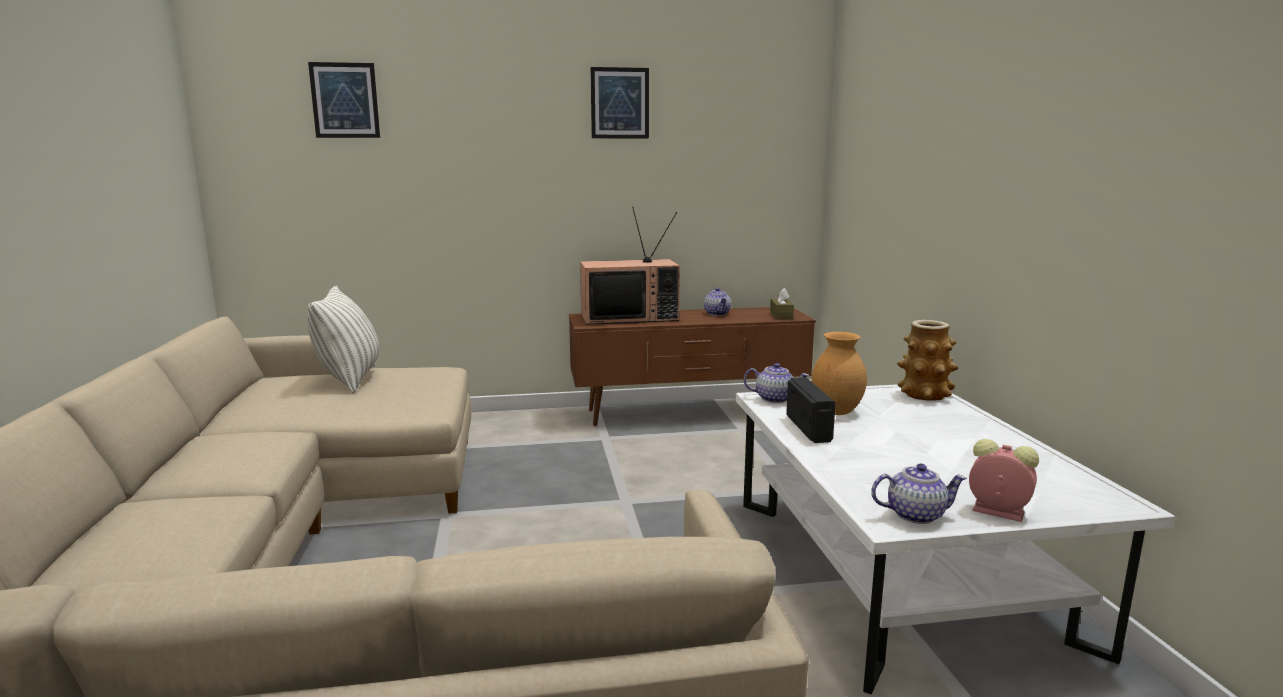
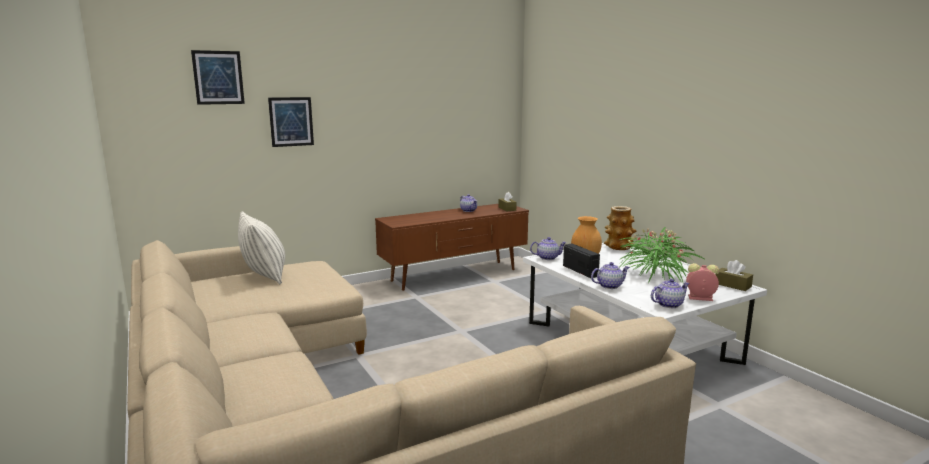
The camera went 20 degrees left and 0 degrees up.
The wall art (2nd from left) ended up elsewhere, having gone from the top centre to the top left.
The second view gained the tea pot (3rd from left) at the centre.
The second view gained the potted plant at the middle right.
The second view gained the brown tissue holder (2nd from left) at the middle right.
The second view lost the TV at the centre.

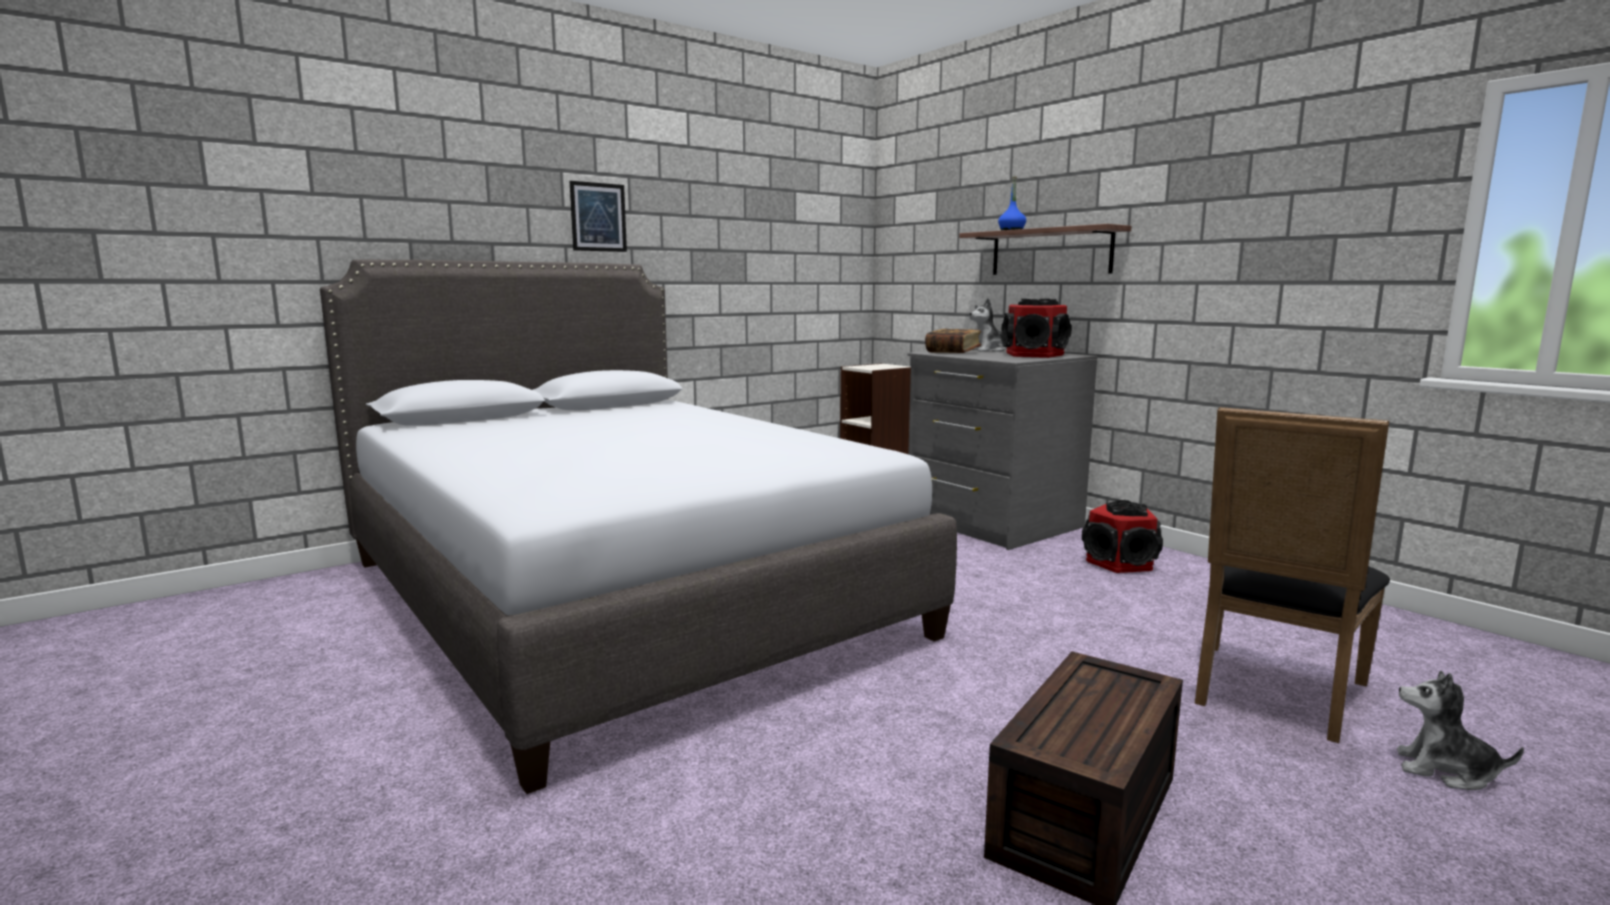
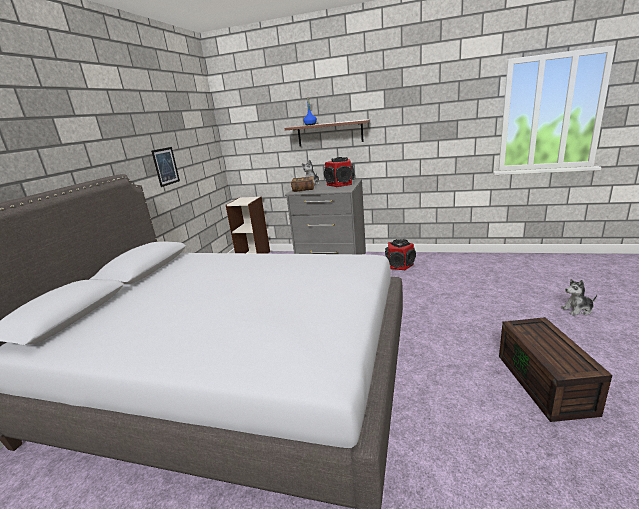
The camera went 35 degrees left and 10 degrees up.
The wall art ended up elsewhere, having gone from the top centre to the top left.
The second view lost the black upright chair at the middle right.

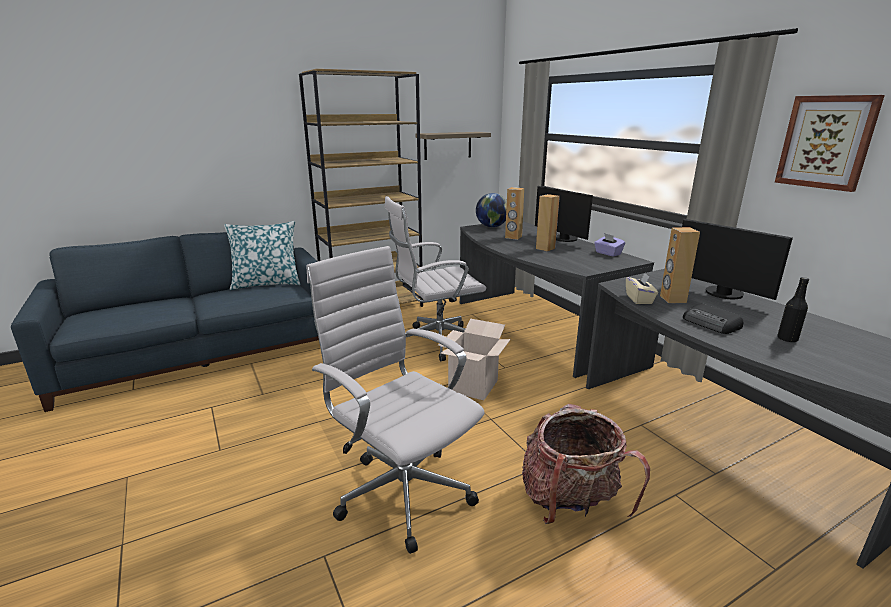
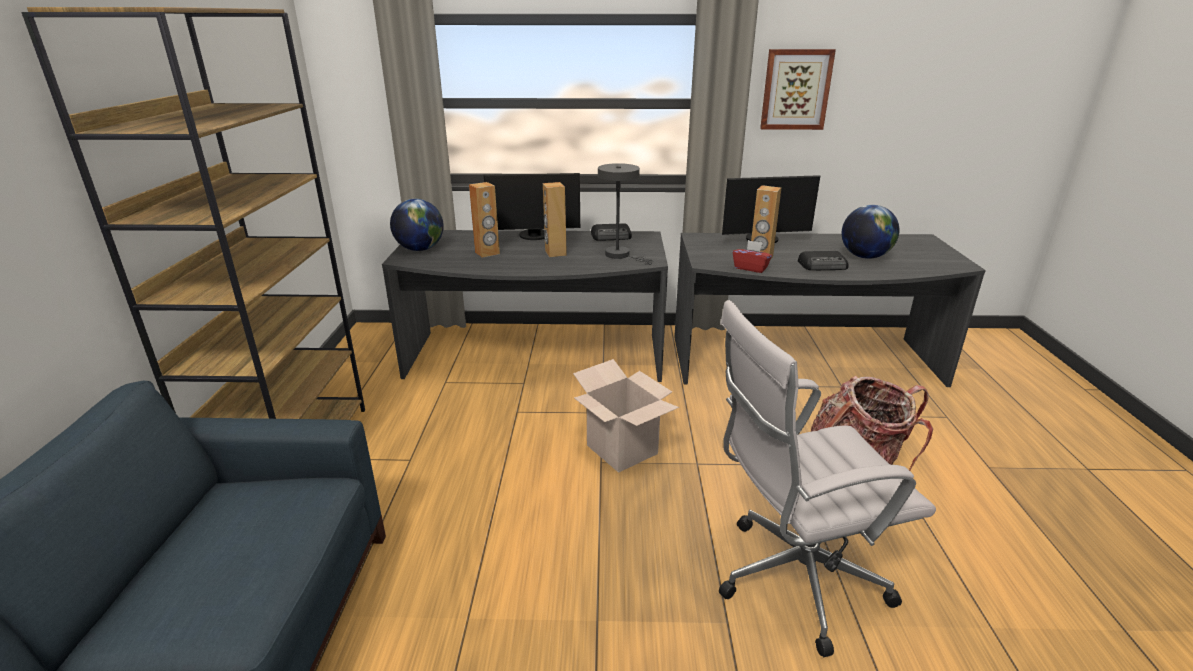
The camera went 60 degrees left and 5 degrees up.
Where the purple tissue holder stood at the middle right, the radio receiver (1st from left) came to stand at the centre.
The second view gained the gray lamp for a table at the top centre.
What was the sand-coloured tissue holder at the middle right turned into the red tissue holder at the centre.
Where the black drink bottle stood at the middle right, the globe (2nd from left) came to stand at the middle right.
The second view lost the pillow at the middle left.
The second view lost the white desk chair (2nd from left) at the centre.
The second view lost the shelf at the top centre.

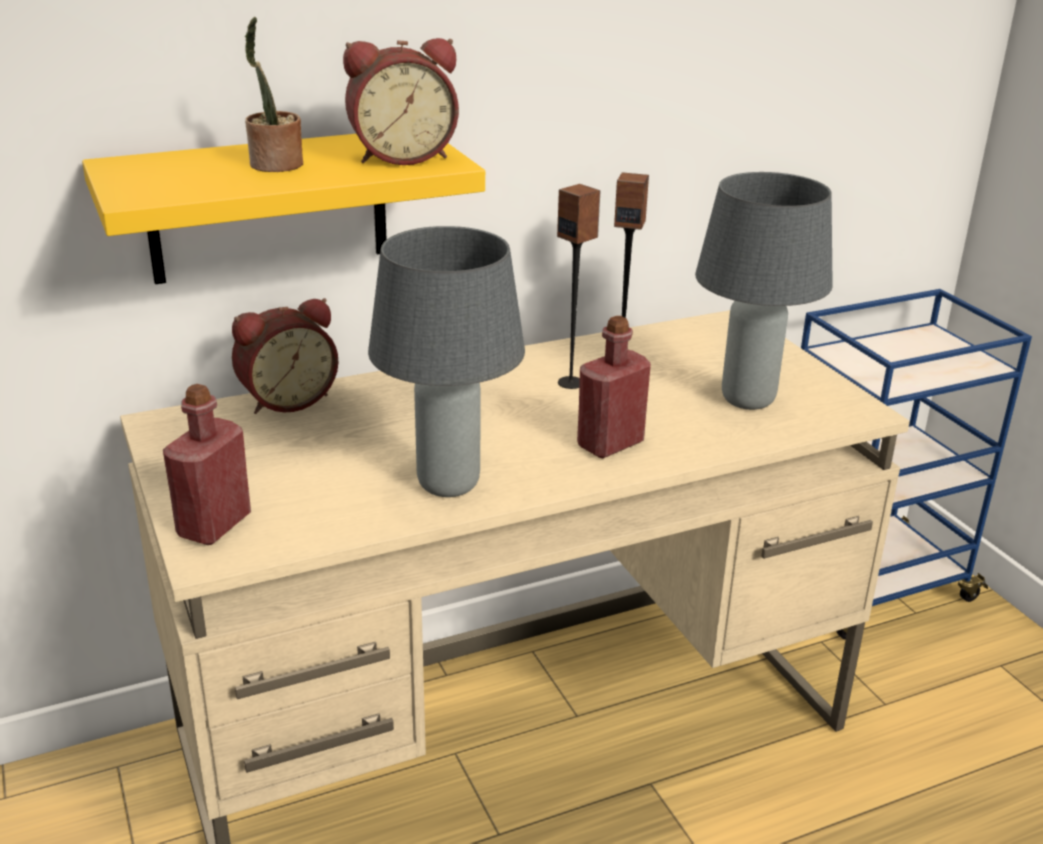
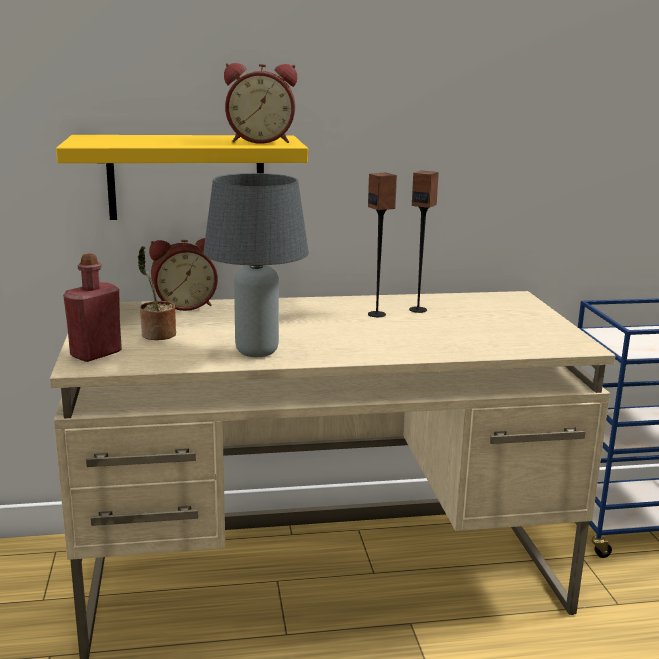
The camera went 15 degrees right and 10 degrees down.
The potted plant ended up elsewhere, having gone from the top left to the middle left.
The second view lost the red drink bottle (2nd from left) at the centre.
The second view lost the gray lamp for a table (2nd from left) at the middle right.

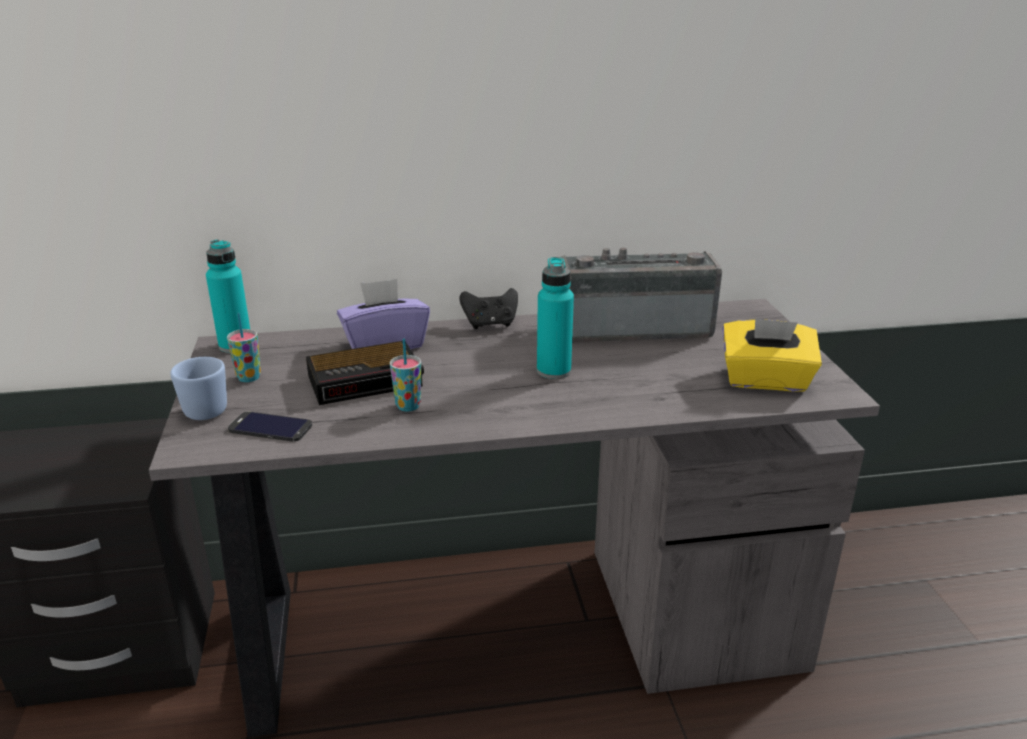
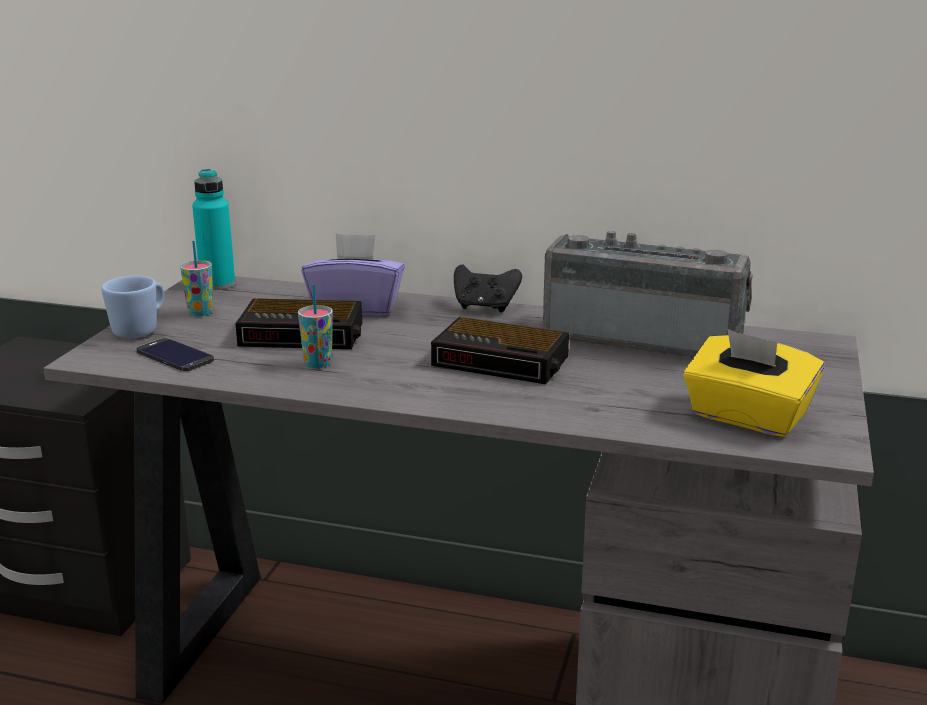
The camera went 25 degrees right and 5 degrees down.
Where the blue-green drink bottle (2nd from left) stood at the centre, the table clock (2nd from left) came to stand at the centre.

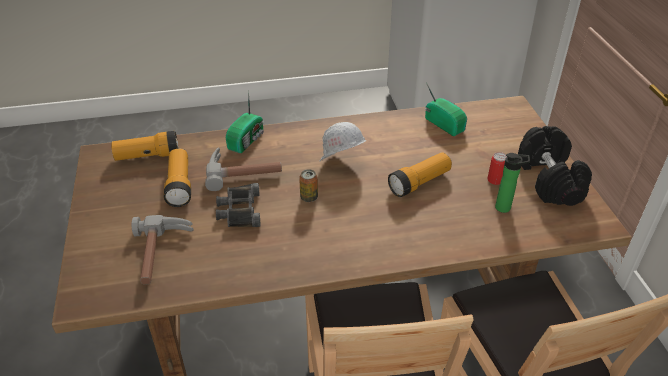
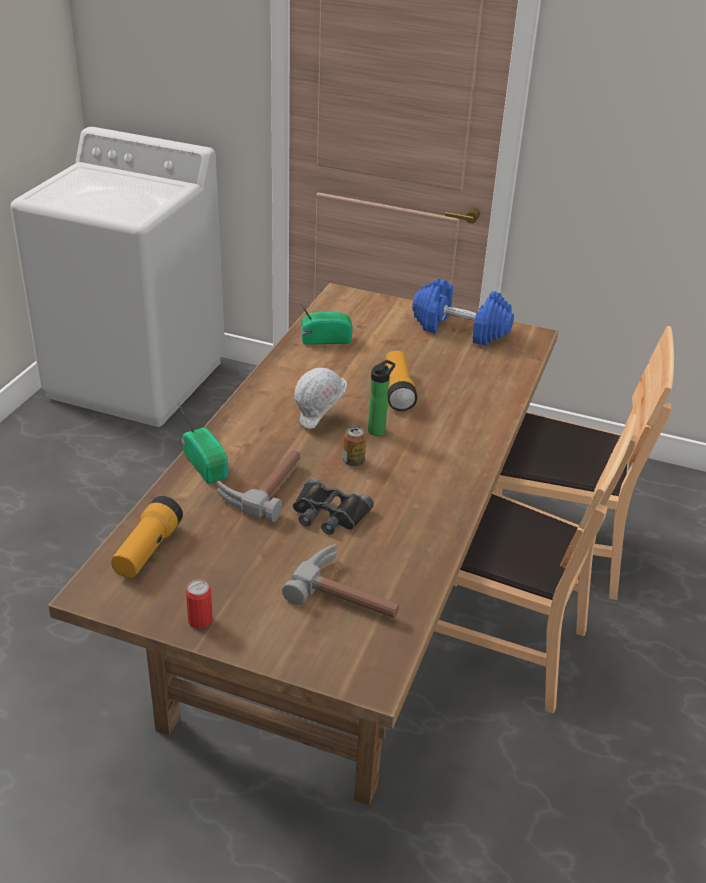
The camera went 60 degrees left and 5 degrees down.
The sealed can (2nd from left in the first image) ended up elsewhere, having gone from the middle right to the bottom left.
The drink bottle ended up elsewhere, having gone from the middle right to the centre.
What was the black dumbbell at the middle right turned into the bluish dumbbell at the centre.
The second view lost the flashlight (2nd from left) at the middle left.

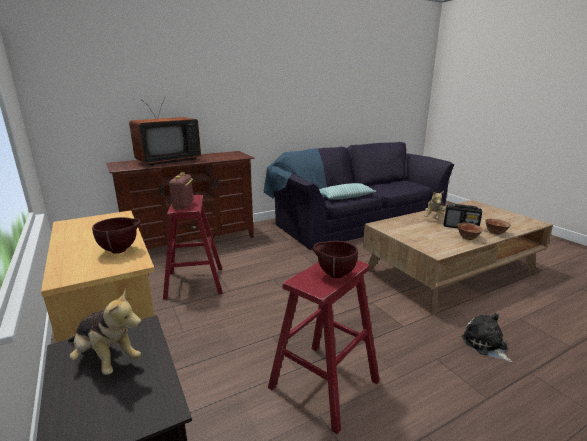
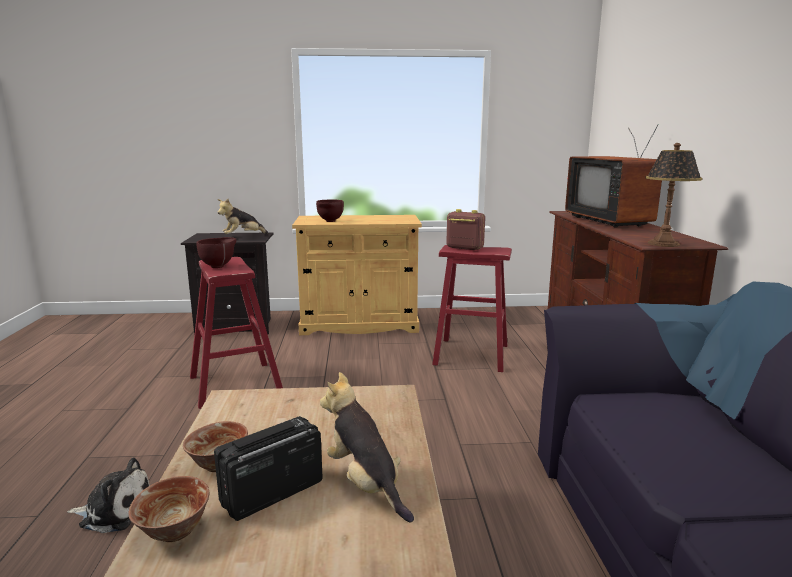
The camera went 115 degrees right and 5 degrees down.
The second view gained the lamp for a table at the middle right.
The second view lost the pillow at the centre.

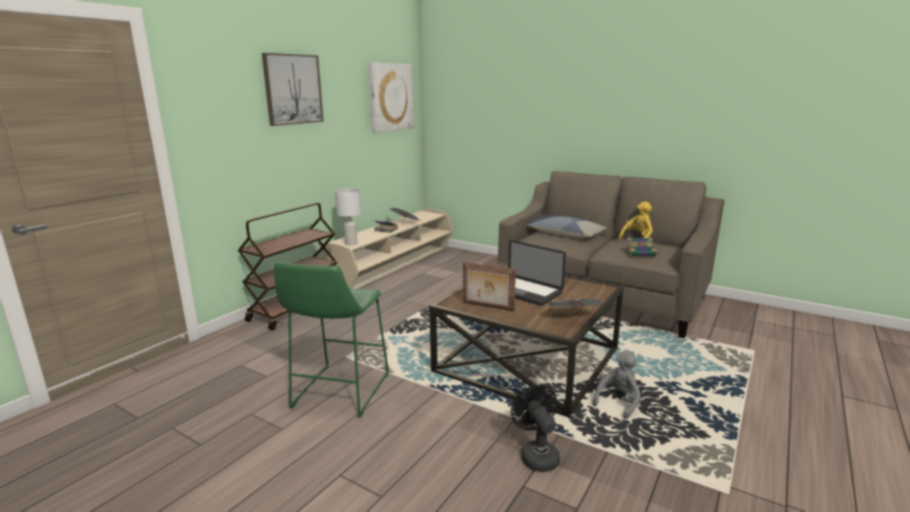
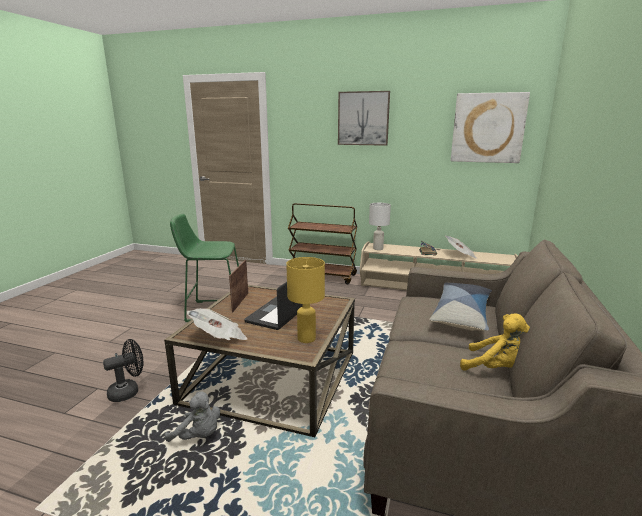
The camera went 75 degrees right and 0 degrees up.
The second view gained the yellow-coloured lamp for a table at the centre.
The second view lost the bound book (2nd from left) at the middle right.

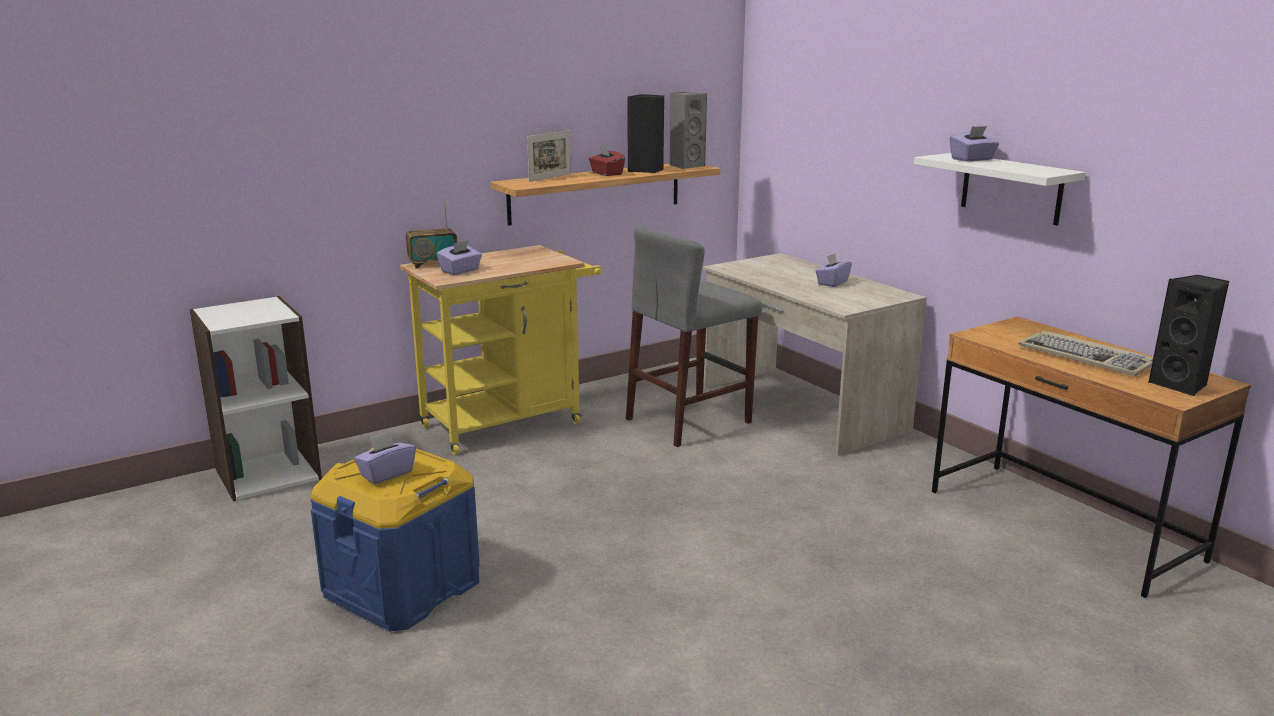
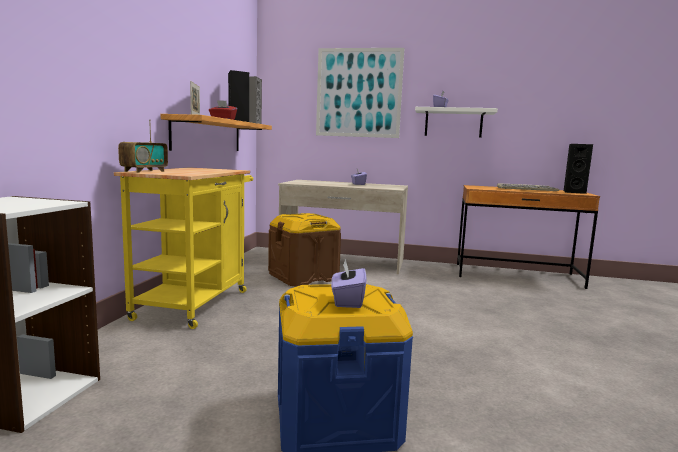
The camera went 45 degrees left and 10 degrees down.
Where the gray sitting stool stood at the centre, the brown storage container came to stand at the centre.
The second view gained the wall art at the top centre.
The second view lost the purple tissue holder (2nd from left) at the centre.

